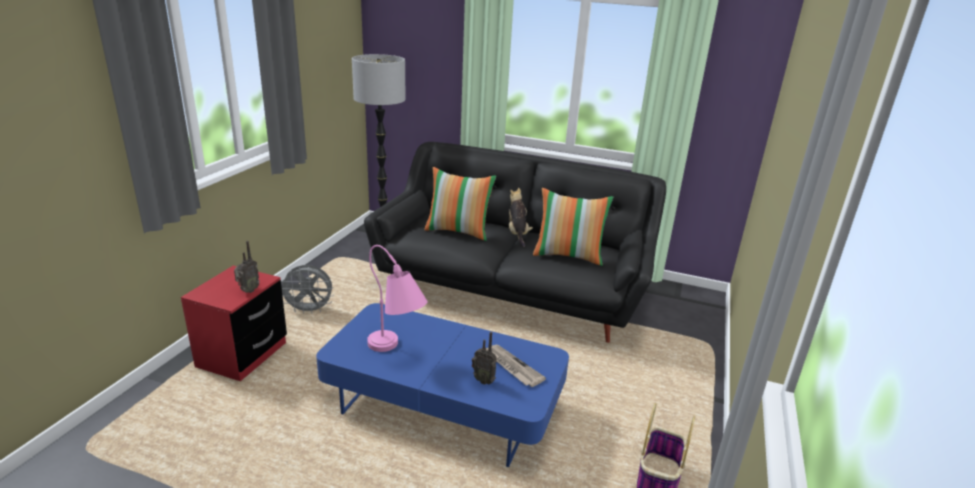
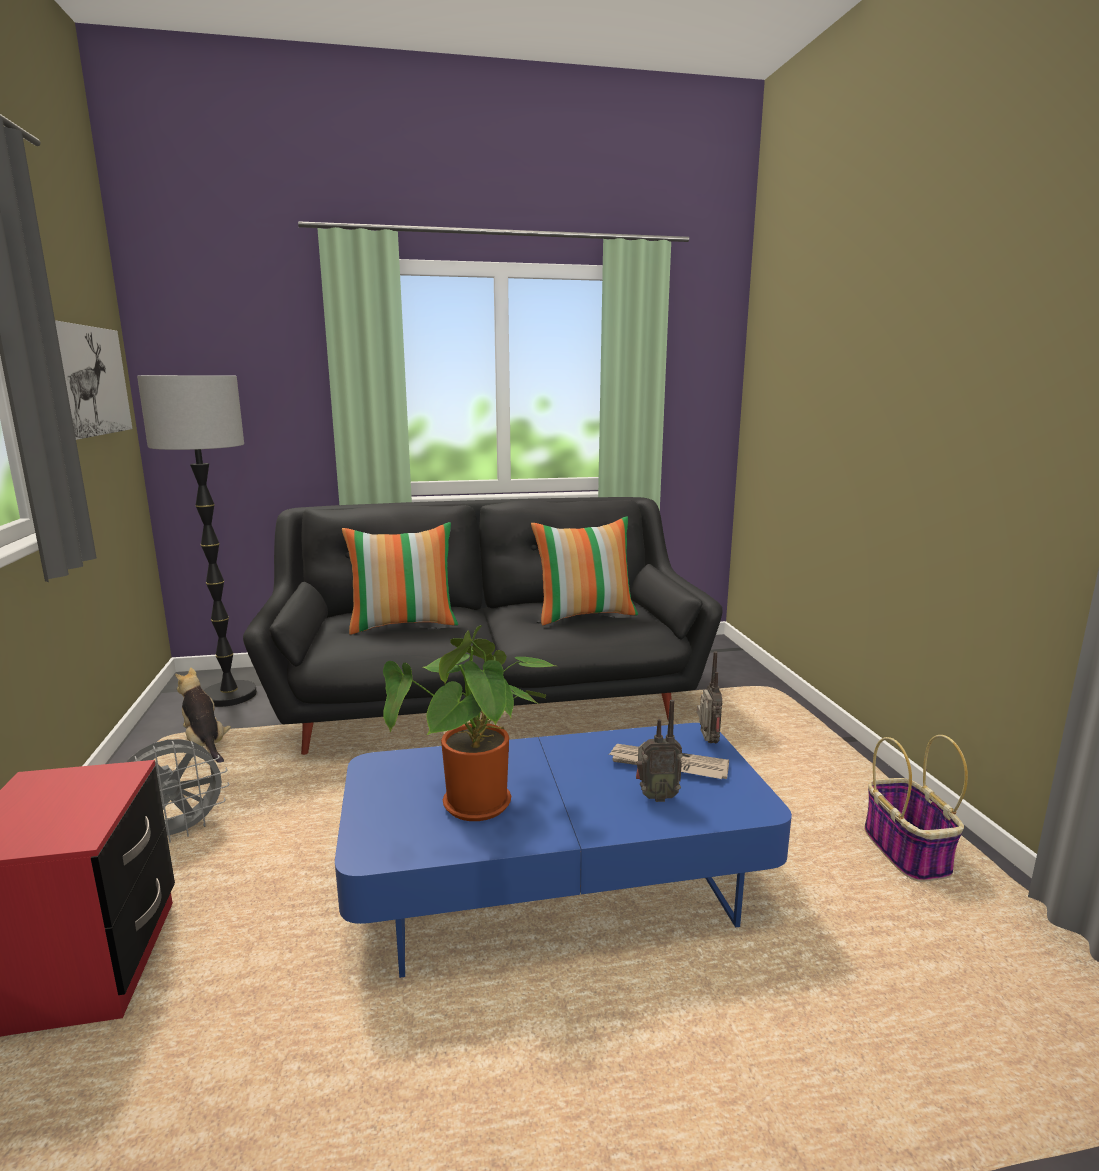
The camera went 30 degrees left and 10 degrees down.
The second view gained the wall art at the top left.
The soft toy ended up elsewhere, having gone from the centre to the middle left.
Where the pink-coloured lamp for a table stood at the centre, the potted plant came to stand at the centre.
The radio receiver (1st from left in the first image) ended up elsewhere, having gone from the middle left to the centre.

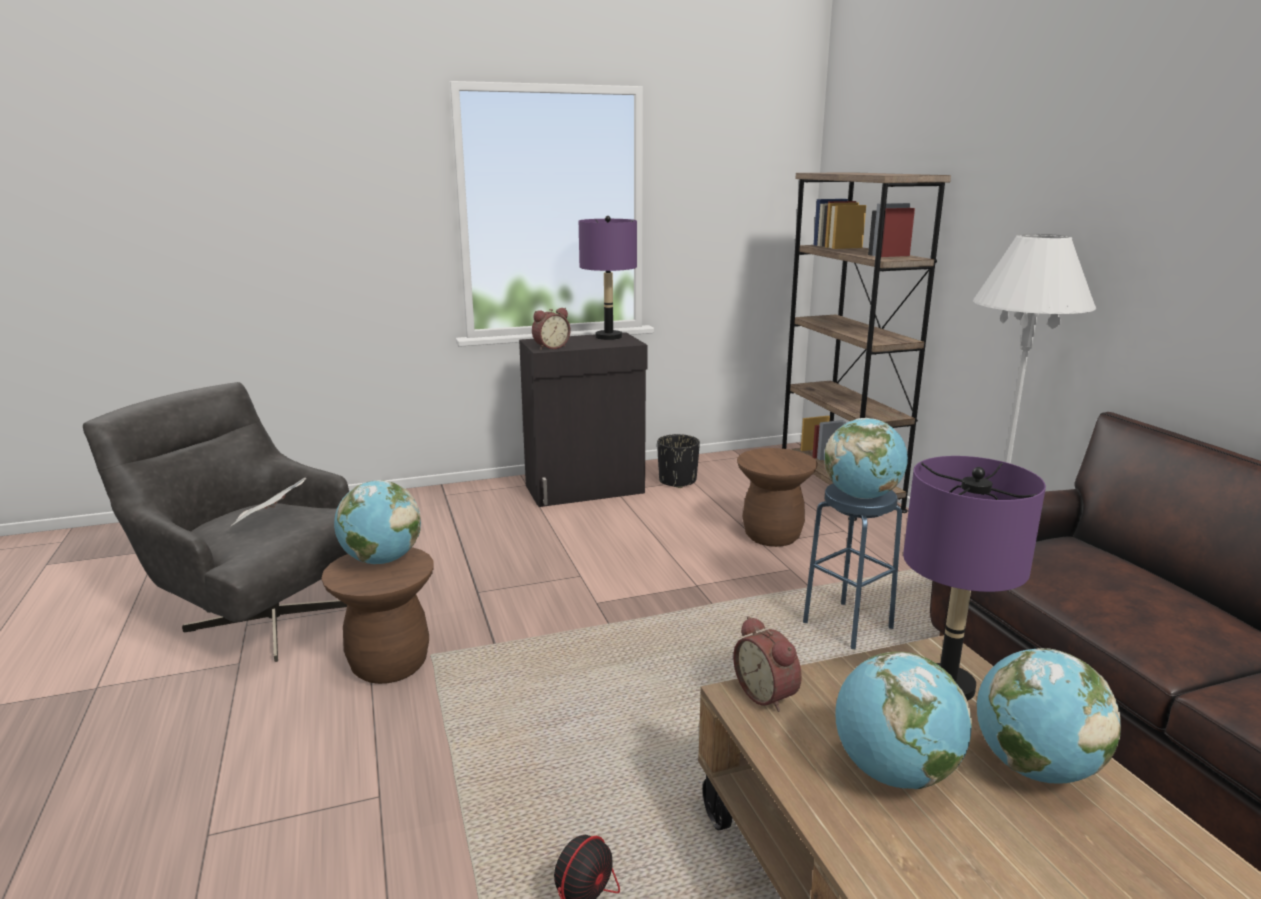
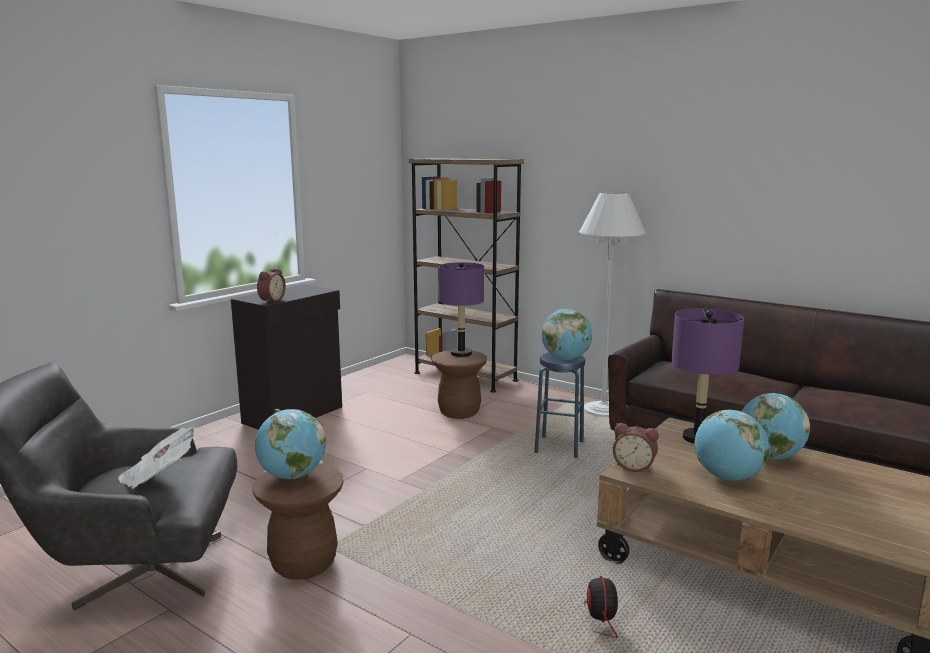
The camera went 35 degrees left and 5 degrees down.
The purple lamp for a table (1st from left) ended up elsewhere, having gone from the top centre to the centre.
The second view lost the black flower pot at the centre.

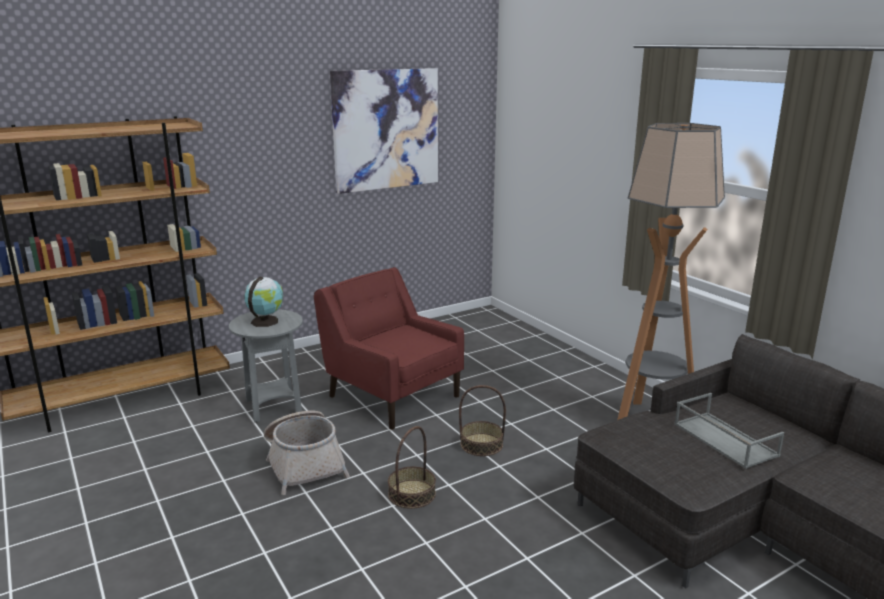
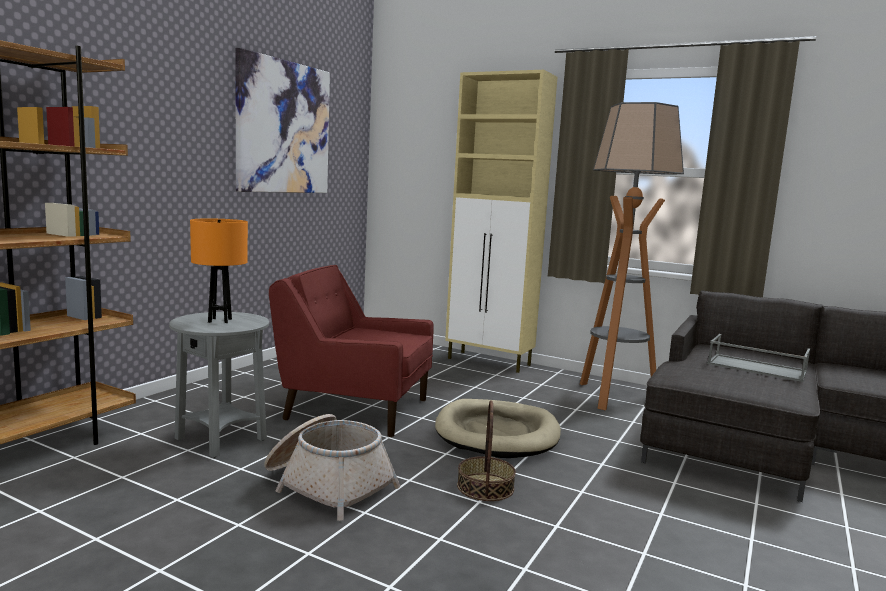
The camera went 30 degrees left and 10 degrees down.
Where the globe stood at the middle left, the orangey lamp for a table came to stand at the middle left.
Where the household basket (3rd from left) stood at the bottom centre, the sand-coloured pet bed came to stand at the bottom centre.
The second view gained the sand-coloured cupboard at the centre.

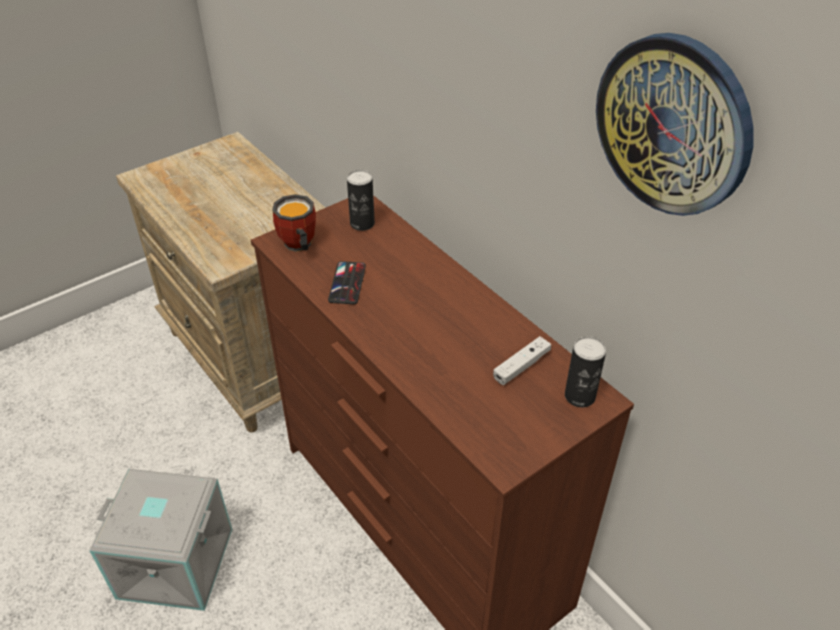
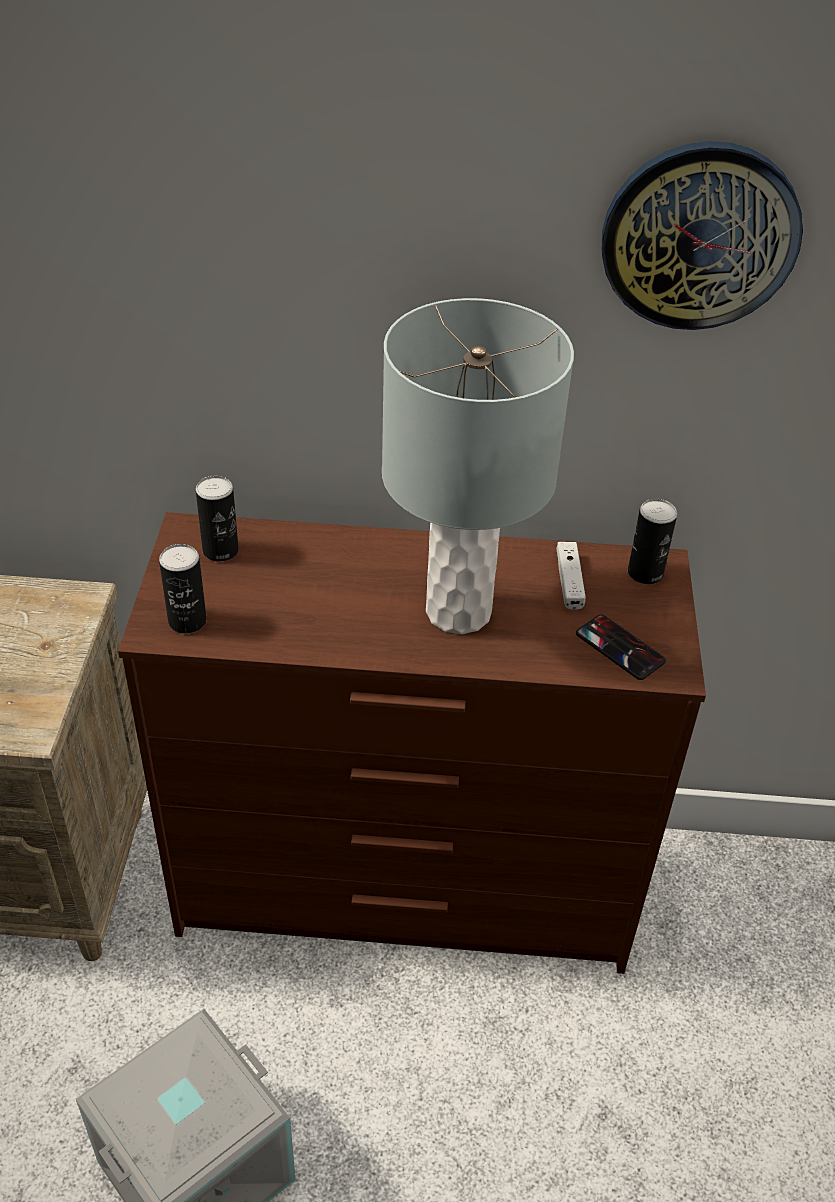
The camera went 50 degrees left and 0 degrees up.
Where the coffee mug stood at the centre, the sealed can (1st from left) came to stand at the middle left.
The second view gained the gray lamp for a table at the centre.
The telephone ended up elsewhere, having gone from the centre to the middle right.

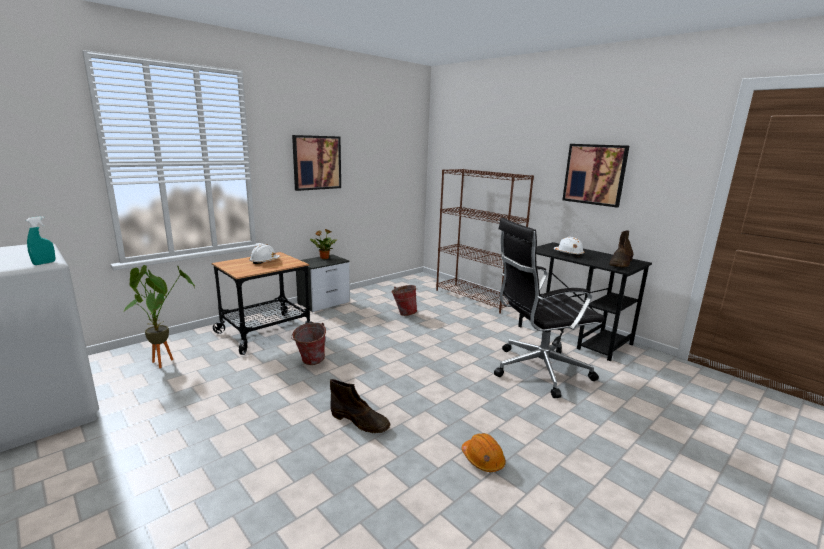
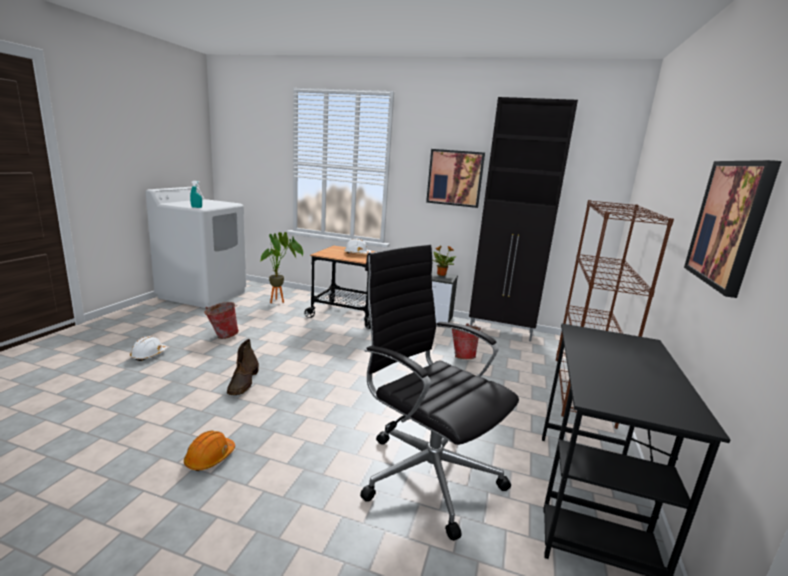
The camera went 60 degrees right and 0 degrees up.
The white hard hat (2nd from left in the first image) ended up elsewhere, having gone from the middle right to the middle left.
The bucket (1st from left) ended up elsewhere, having gone from the centre to the middle left.
The second view gained the black cupboard at the centre.
The second view lost the brown boot (2nd from left) at the middle right.

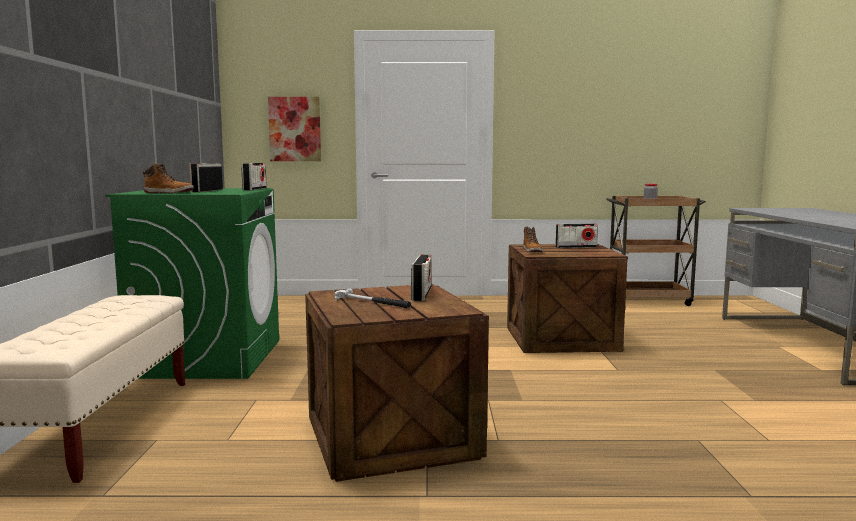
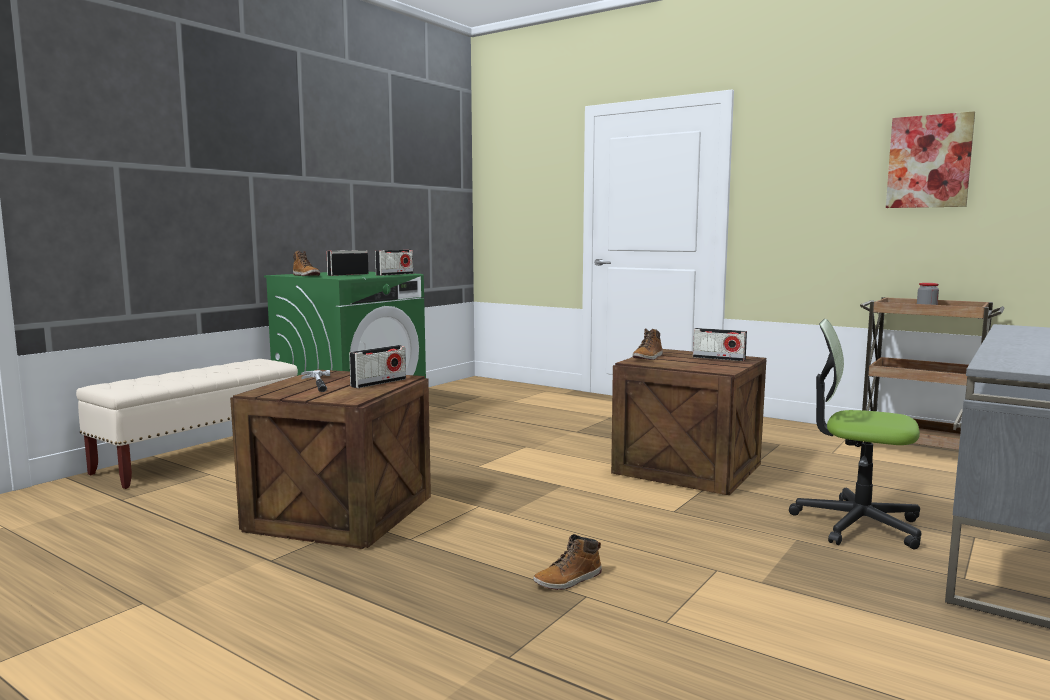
The camera went 35 degrees right and 0 degrees up.
The second view gained the boot (2nd from left) at the bottom centre.
The second view gained the desk chair at the middle right.
The wall art ended up elsewhere, having gone from the top centre to the top right.

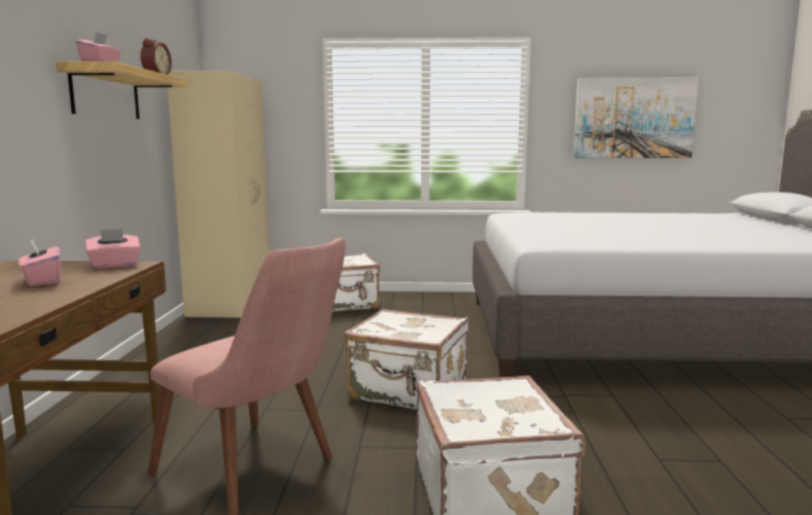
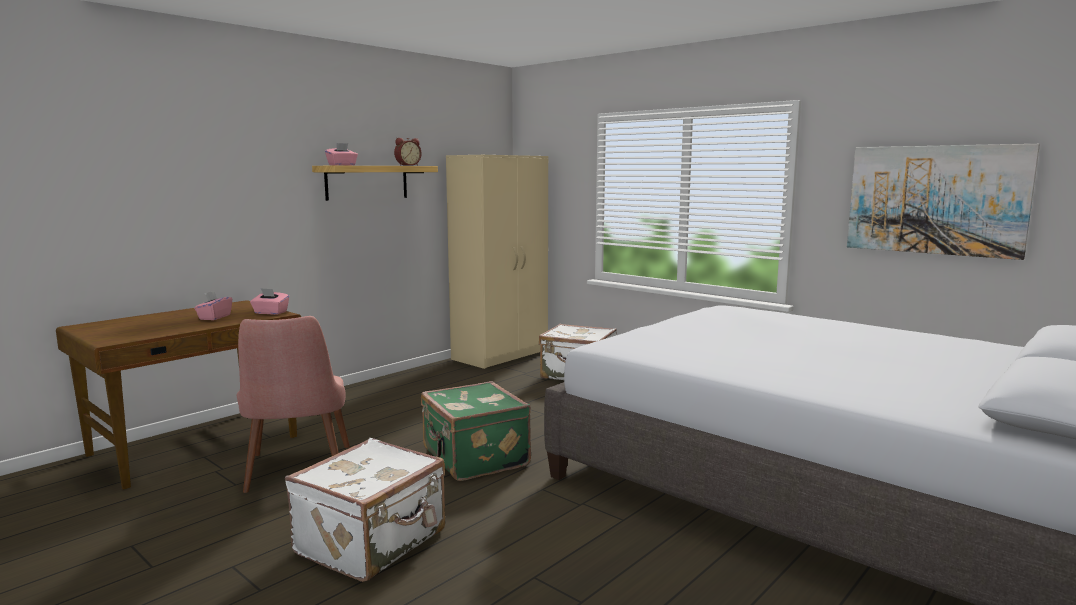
The camera went 40 degrees right and 0 degrees up.
What was the white suitcase (2nd from left) at the bottom centre turned into the green-coloured suitcase at the bottom centre.

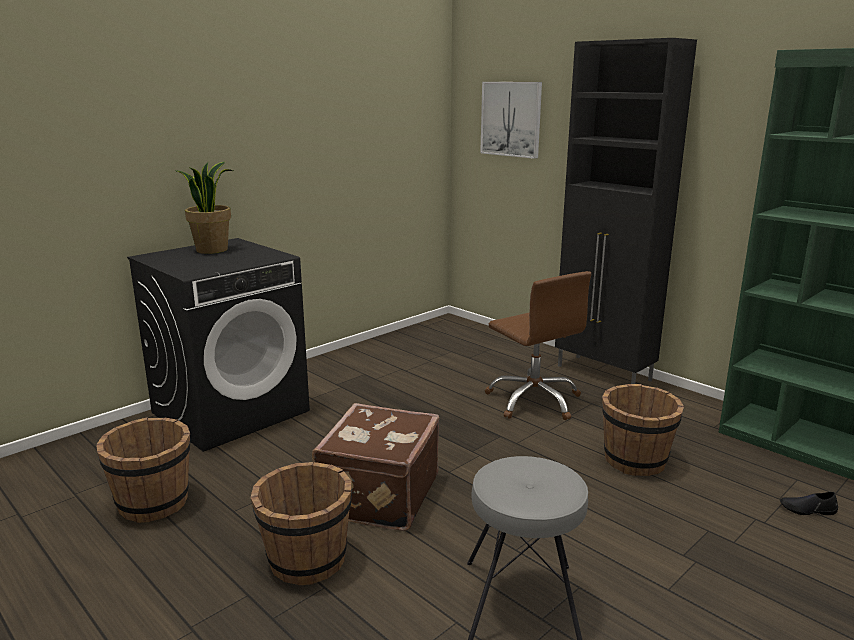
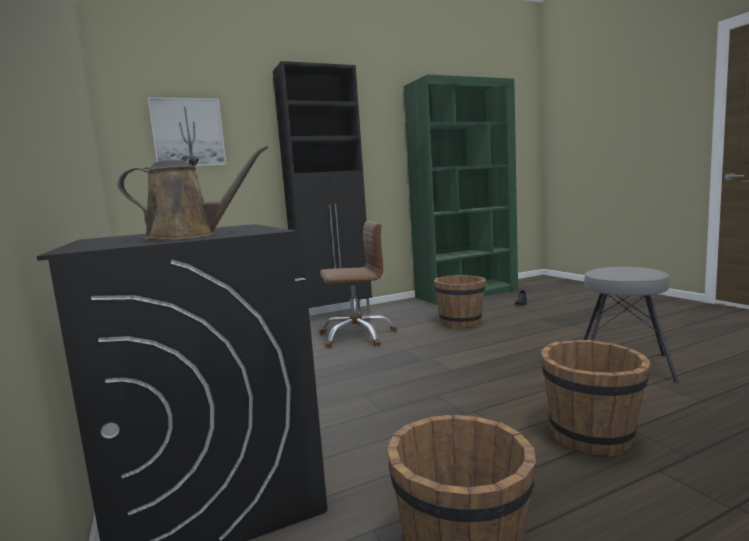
The camera went 70 degrees left and 10 degrees down.
The second view gained the brown sprinkling can at the middle left.
The second view lost the potted plant at the top left.
The second view lost the brown suitcase at the bottom centre.

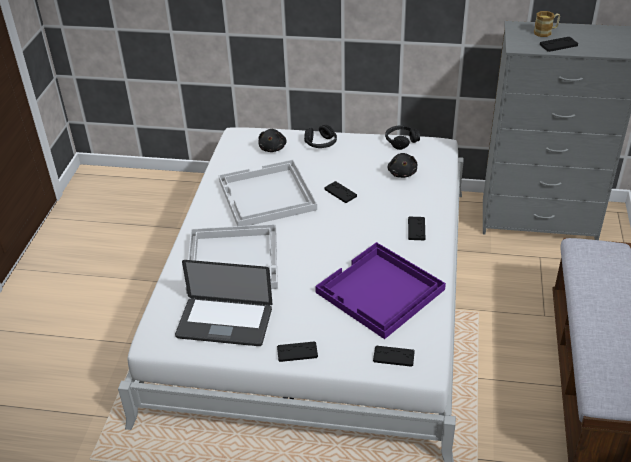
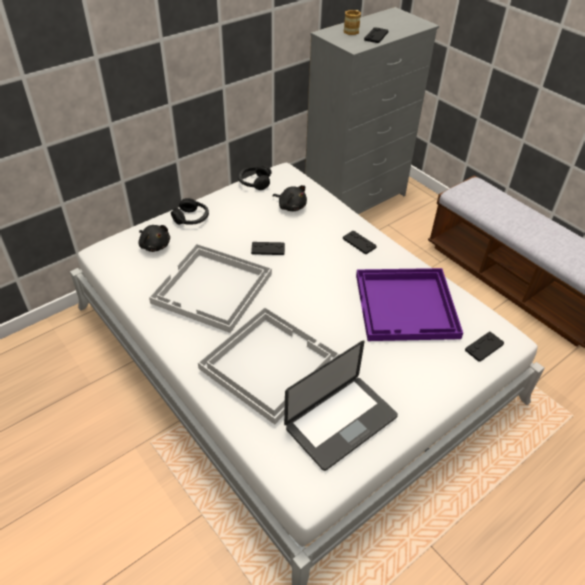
The camera went 50 degrees left and 5 degrees up.
The second view lost the black joypad (1st from left) at the bottom centre.

